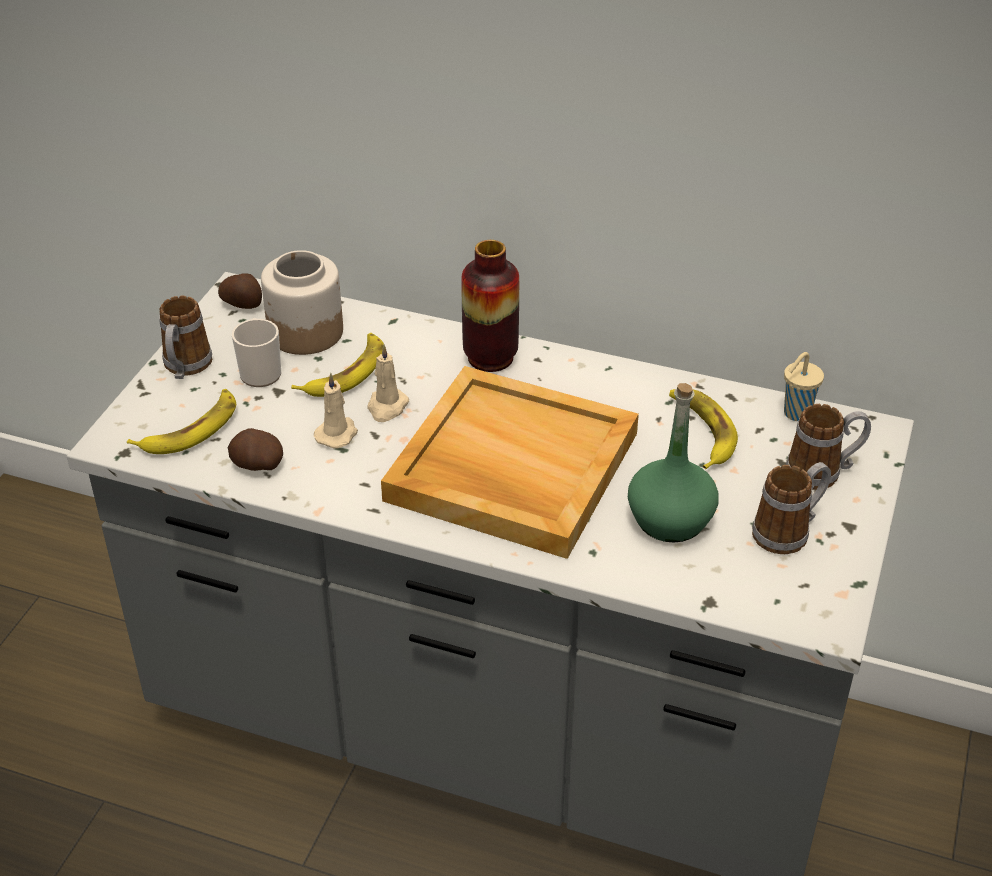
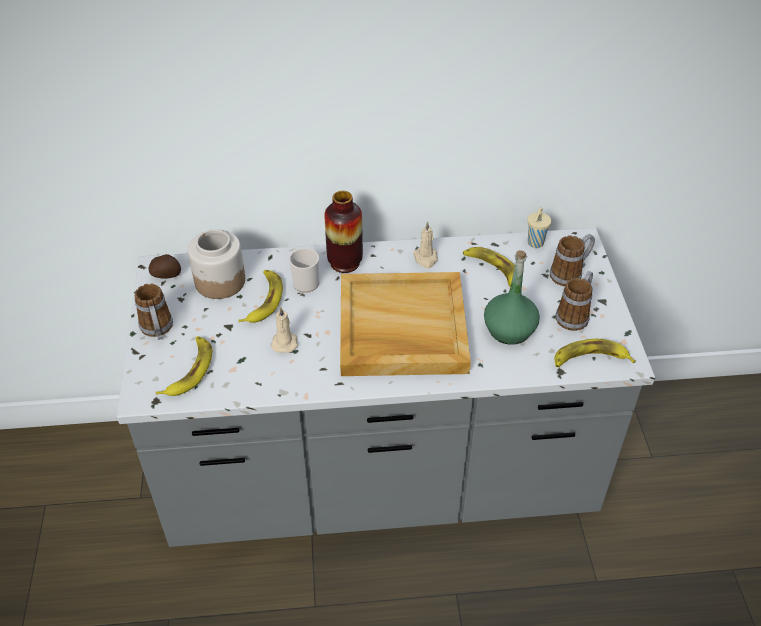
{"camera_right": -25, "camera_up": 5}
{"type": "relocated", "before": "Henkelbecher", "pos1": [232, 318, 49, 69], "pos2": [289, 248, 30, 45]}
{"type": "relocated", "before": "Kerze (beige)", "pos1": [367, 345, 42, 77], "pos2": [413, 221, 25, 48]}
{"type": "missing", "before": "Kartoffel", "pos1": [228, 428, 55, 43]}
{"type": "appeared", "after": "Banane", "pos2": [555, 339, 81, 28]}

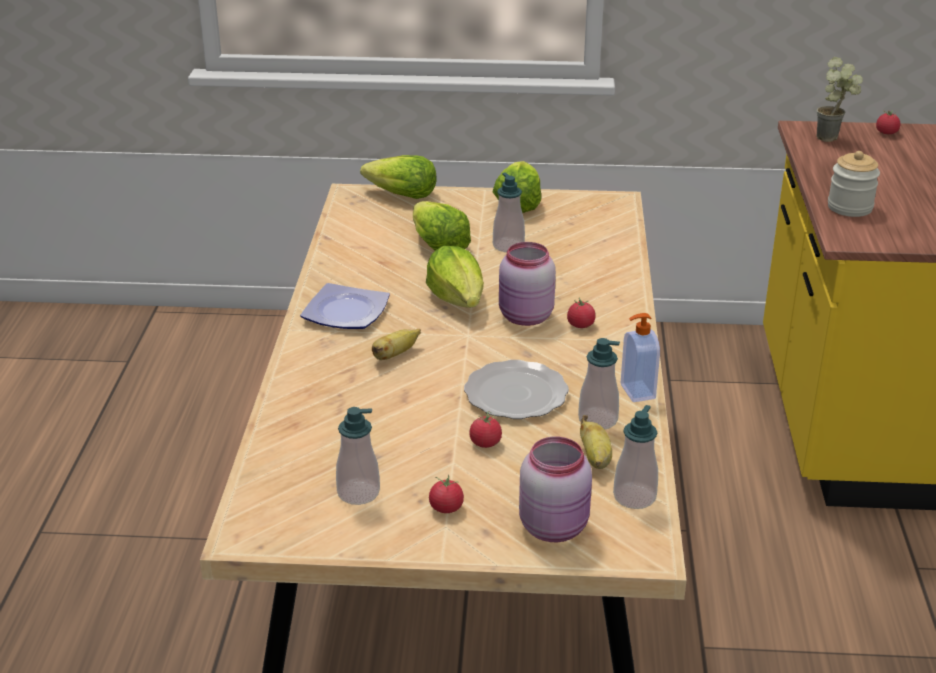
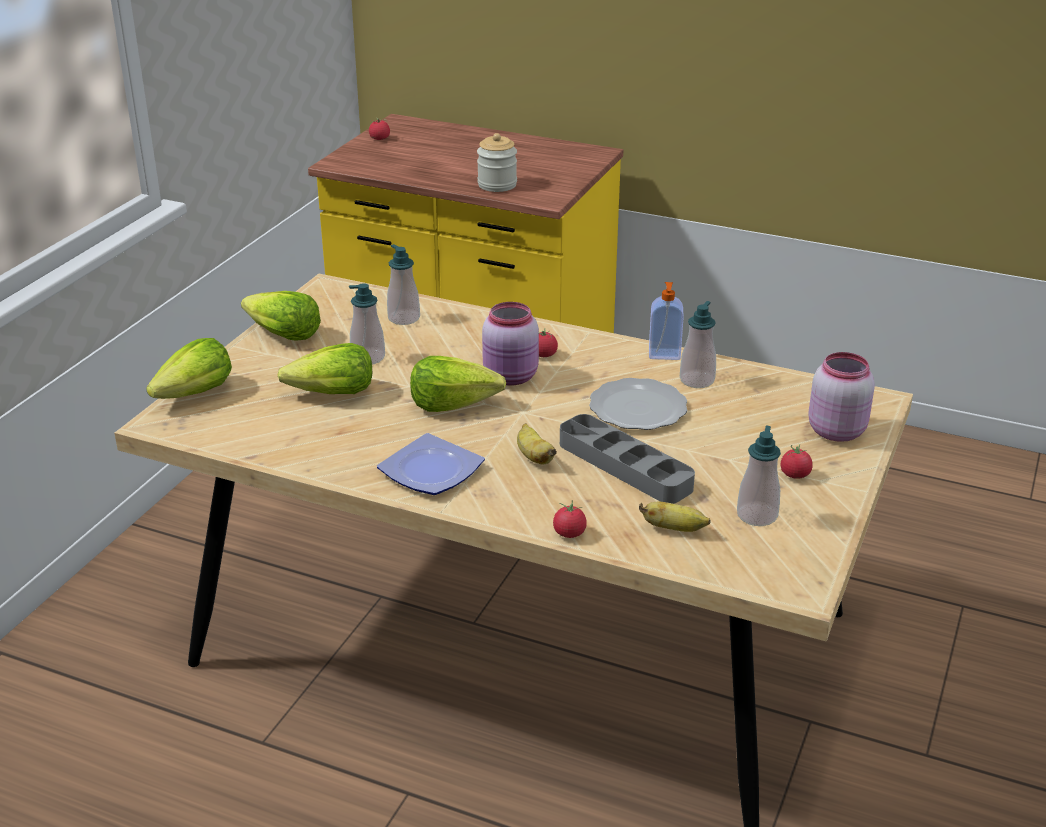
{"camera_right": -70, "camera_up": 0}
{"type": "missing", "before": "Topfpflanze", "pos1": [817, 57, 46, 85]}
{"type": "relocated", "before": "Seifenspender", "pos1": [613, 405, 45, 104], "pos2": [387, 244, 33, 81]}
{"type": "relocated", "before": "Tomate", "pos1": [469, 411, 33, 37], "pos2": [553, 501, 34, 37]}
{"type": "relocated", "before": "Banane", "pos1": [580, 415, 32, 54], "pos2": [639, 502, 72, 30]}
{"type": "appeared", "after": "Tablett (grau)", "pos2": [560, 414, 135, 90]}

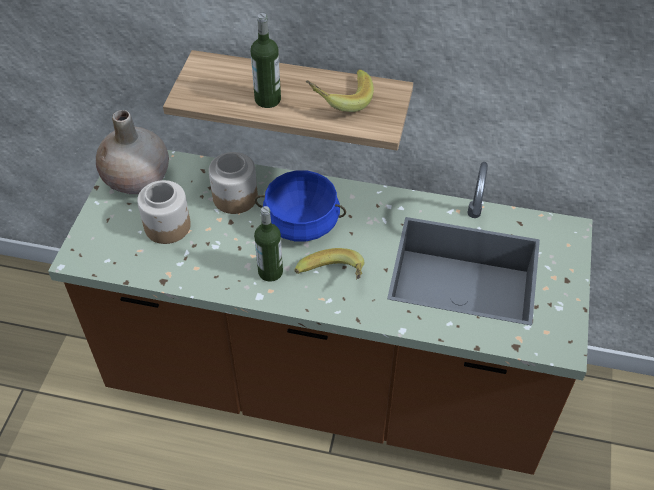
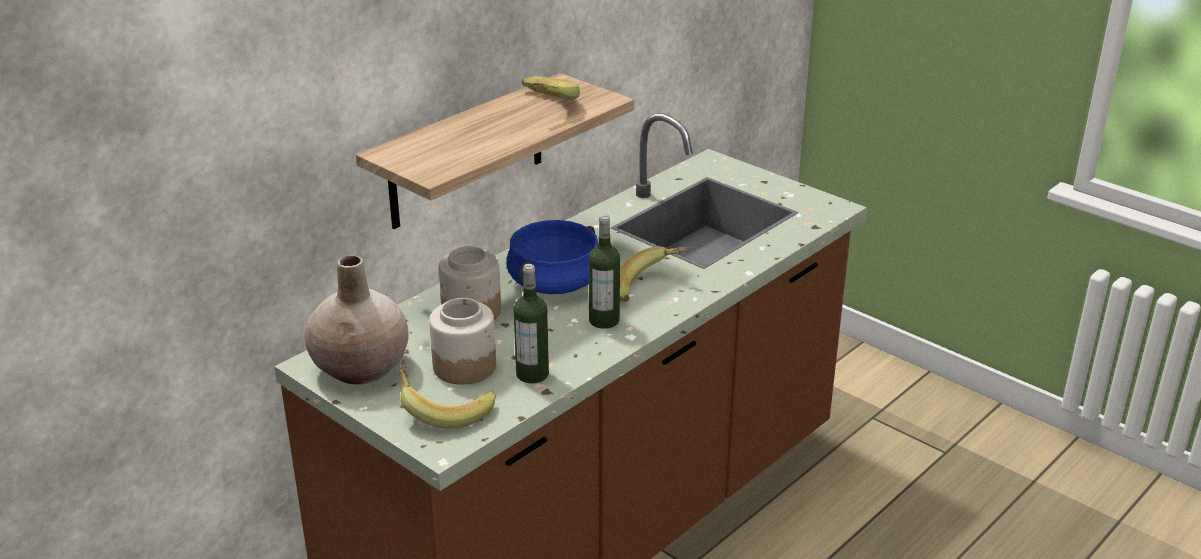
{"camera_right": -60, "camera_up": -20}
{"type": "relocated", "before": "Flasche", "pos1": [251, 13, 30, 95], "pos2": [513, 264, 36, 119]}
{"type": "appeared", "after": "Banane", "pos2": [399, 360, 97, 69]}

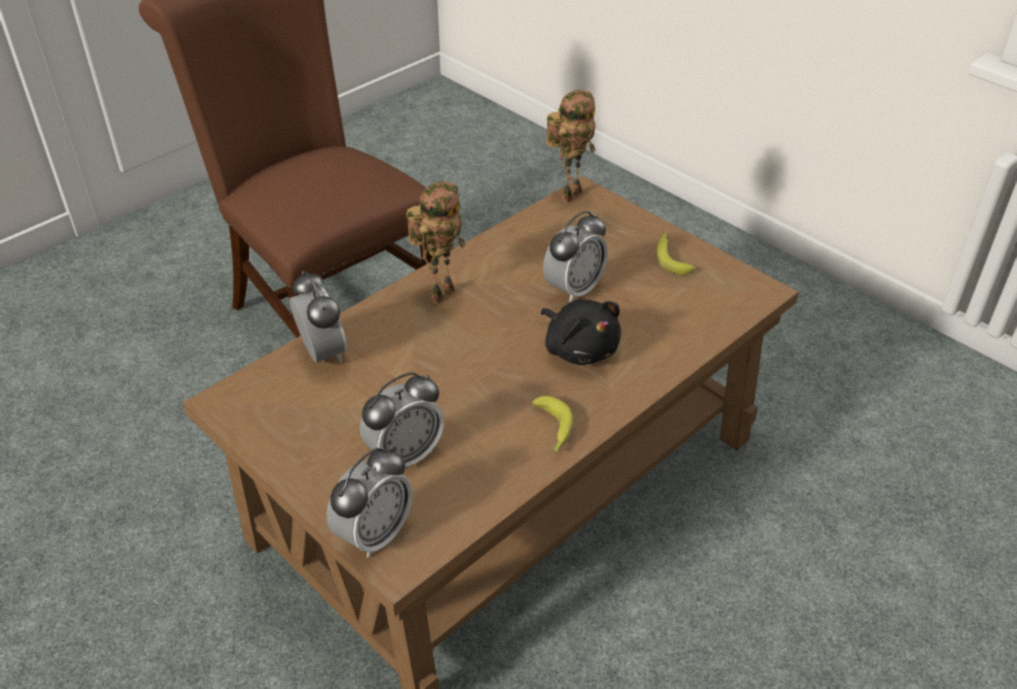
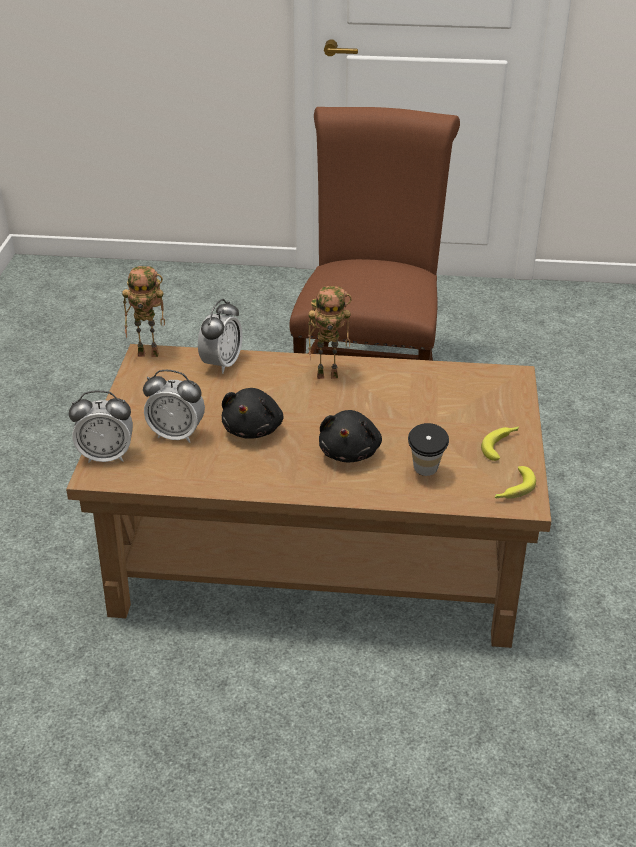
{"camera_right": 50, "camera_up": -5}
{"type": "relocated", "before": "Spielzeugroboter", "pos1": [546, 90, 49, 113], "pos2": [122, 266, 43, 91]}
{"type": "missing", "before": "Wecker", "pos1": [543, 211, 65, 92]}
{"type": "relocated", "before": "Banane", "pos1": [532, 396, 41, 56], "pos2": [495, 466, 41, 33]}
{"type": "appeared", "after": "Plüschtier (schwarz)", "pos2": [222, 388, 61, 51]}
{"type": "appeared", "after": "Tasse", "pos2": [408, 423, 41, 53]}

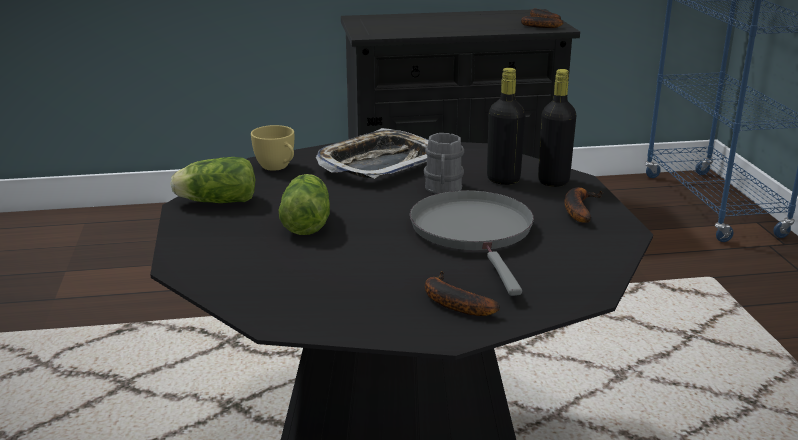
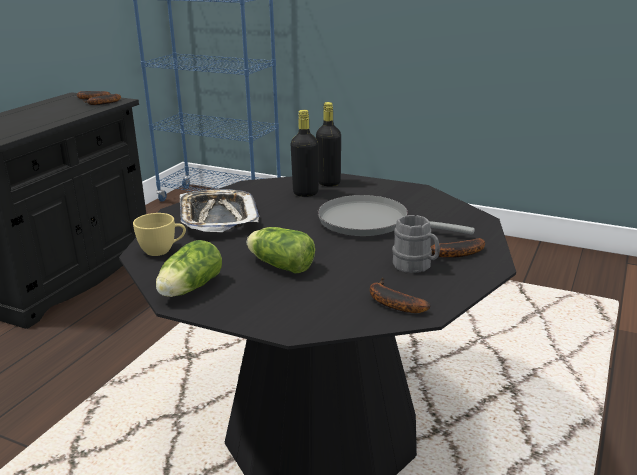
{"camera_right": -55, "camera_up": 0}
{"type": "relocated", "before": "Henkelbecher (grau)", "pos1": [424, 133, 40, 61], "pos2": [392, 215, 48, 58]}
{"type": "relocated", "before": "Banane", "pos1": [565, 187, 38, 36], "pos2": [370, 278, 60, 35]}

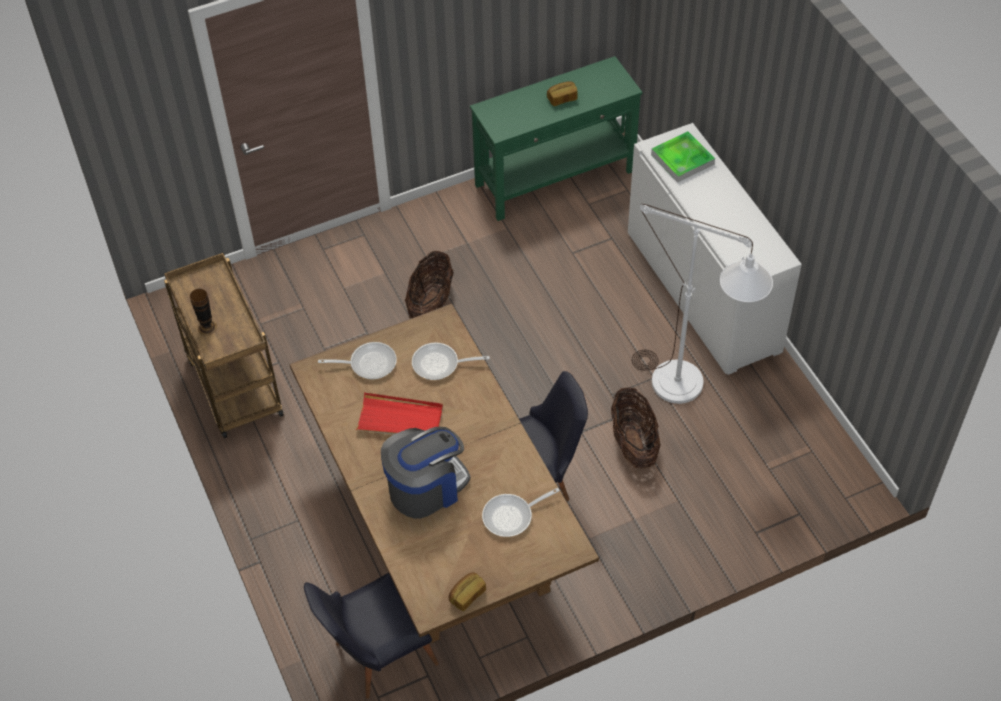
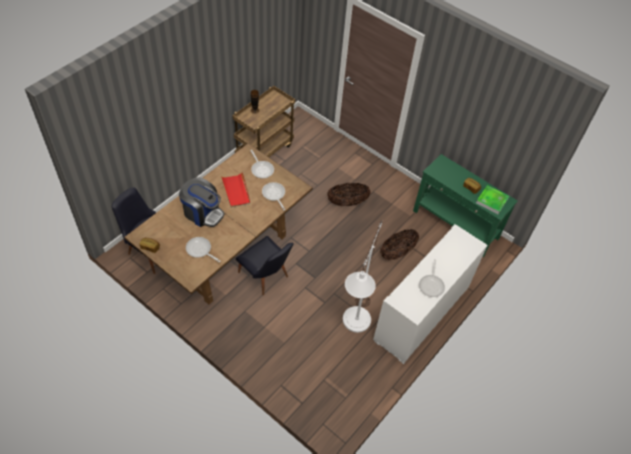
{"camera_right": 60, "camera_up": 0}
{"type": "relocated", "before": "Tablett", "pos1": [651, 131, 64, 52], "pos2": [476, 185, 33, 29]}
{"type": "relocated", "before": "Korb", "pos1": [611, 387, 50, 81], "pos2": [380, 229, 39, 31]}
{"type": "appeared", "after": "Pfanne", "pos2": [419, 259, 26, 38]}

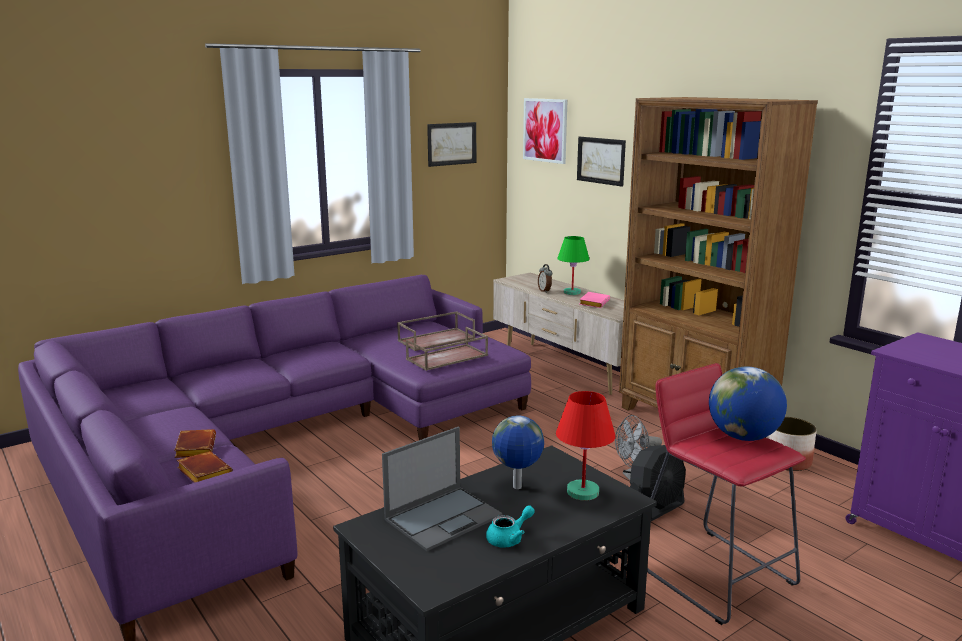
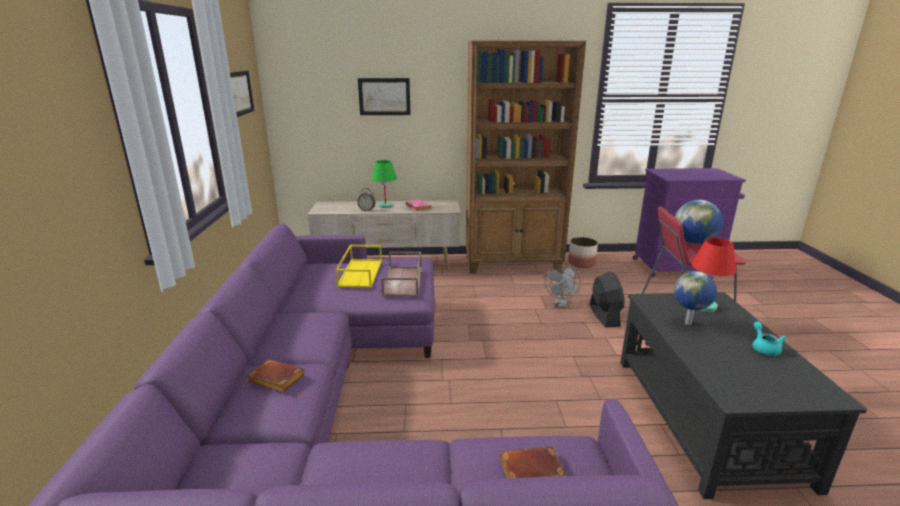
{"camera_right": -55, "camera_up": 5}
{"type": "missing", "before": "Bild", "pos1": [523, 98, 44, 66]}
{"type": "colour", "before": "Tablett (braun)", "after": "Tablett (gelb)", "pos1": [397, 311, 78, 40], "pos2": [335, 245, 47, 43]}
{"type": "missing", "before": "Laptop", "pos1": [382, 427, 121, 124]}
{"type": "relocated", "before": "Buch (braun)", "pos1": [174, 429, 42, 29], "pos2": [247, 360, 58, 32]}

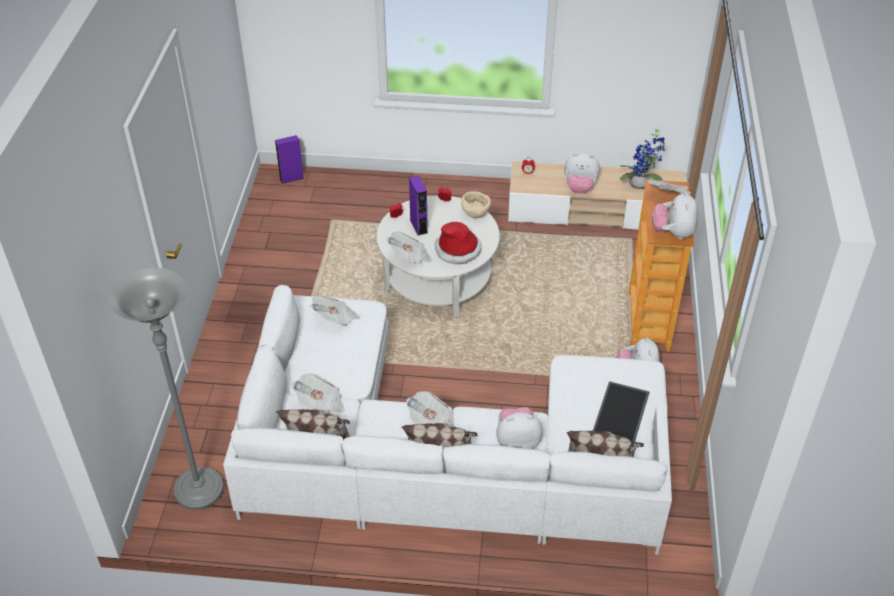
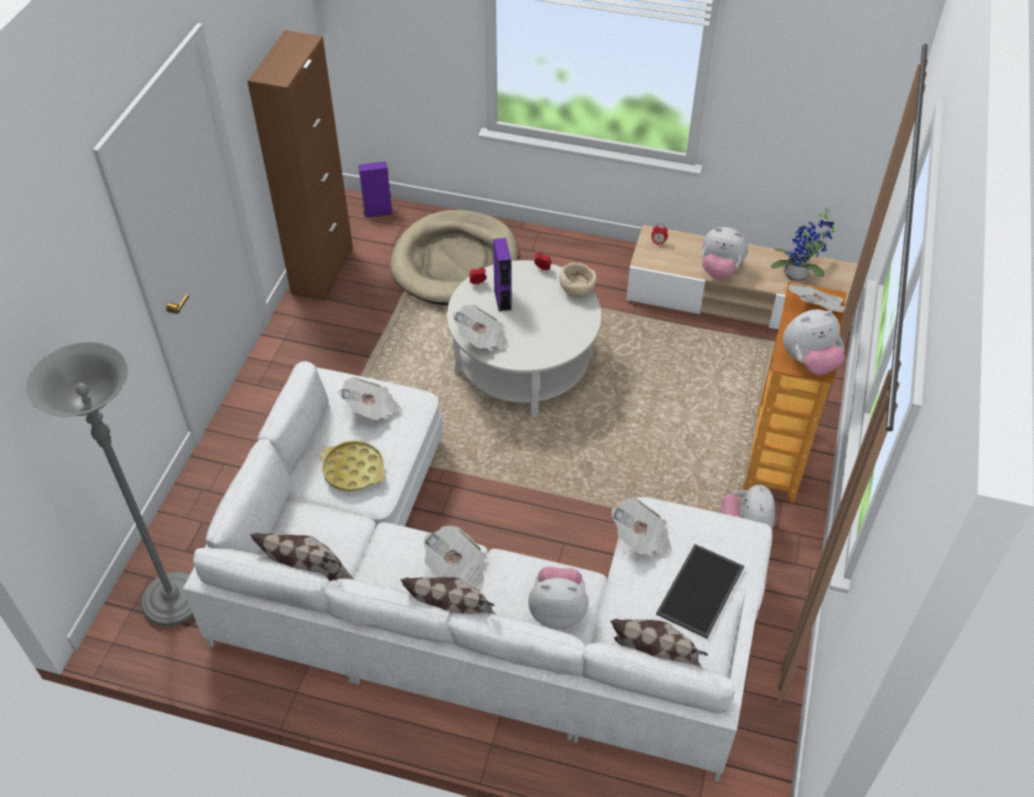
{"camera_right": 10, "camera_up": 5}
{"type": "spun", "before": "Plüschtier", "pos1": [652, 192, 46, 47], "pos2": [783, 310, 62, 65], "turn": -120}
{"type": "missing", "before": "Hut", "pos1": [435, 222, 46, 42]}
{"type": "relocated", "before": "Zeitung", "pos1": [292, 373, 53, 40], "pos2": [612, 498, 60, 58]}
{"type": "appeared", "after": "Schrank (braun)", "pos2": [247, 30, 106, 271]}
{"type": "appeared", "after": "Hundebett (beige)", "pos2": [391, 210, 126, 96]}
{"type": "appeared", "after": "Tablett (gelb)", "pos2": [321, 440, 64, 52]}

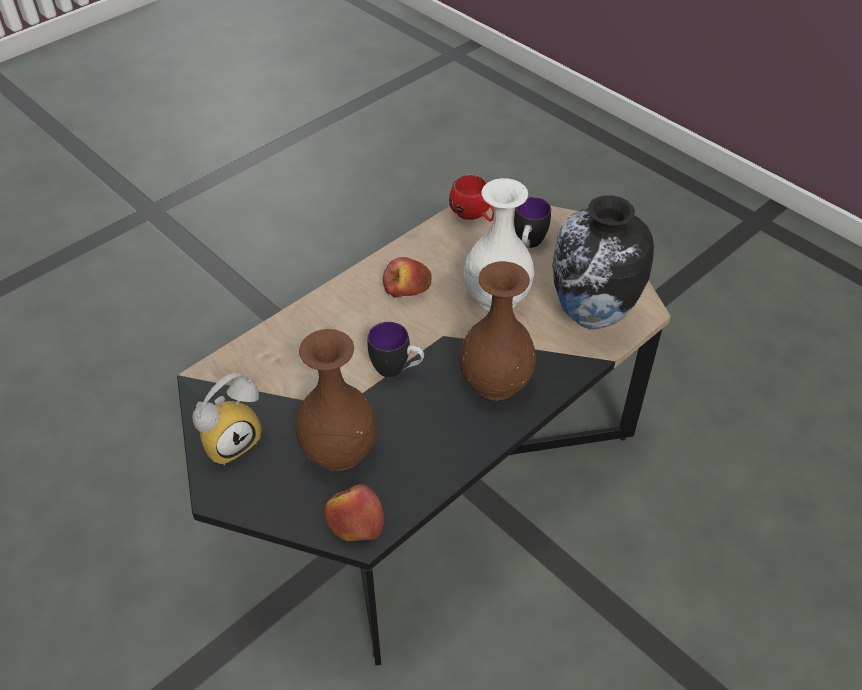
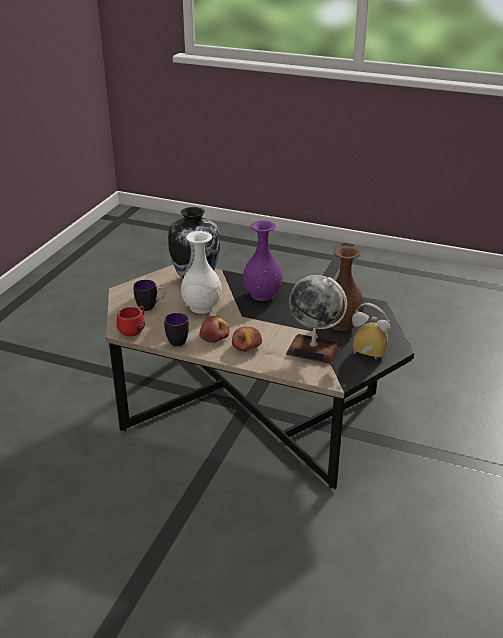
{"camera_right": -115, "camera_up": -15}
{"type": "colour", "before": "Vase (braun)", "after": "Vase (lila)", "pos1": [460, 261, 76, 139], "pos2": [243, 220, 40, 81]}
{"type": "relocated", "before": "Henkelbecher", "pos1": [368, 322, 56, 56], "pos2": [164, 313, 25, 34]}
{"type": "relocated", "before": "Apfel", "pos1": [324, 484, 60, 57], "pos2": [232, 327, 30, 25]}
{"type": "appeared", "after": "Globus", "pos2": [286, 275, 61, 89]}

